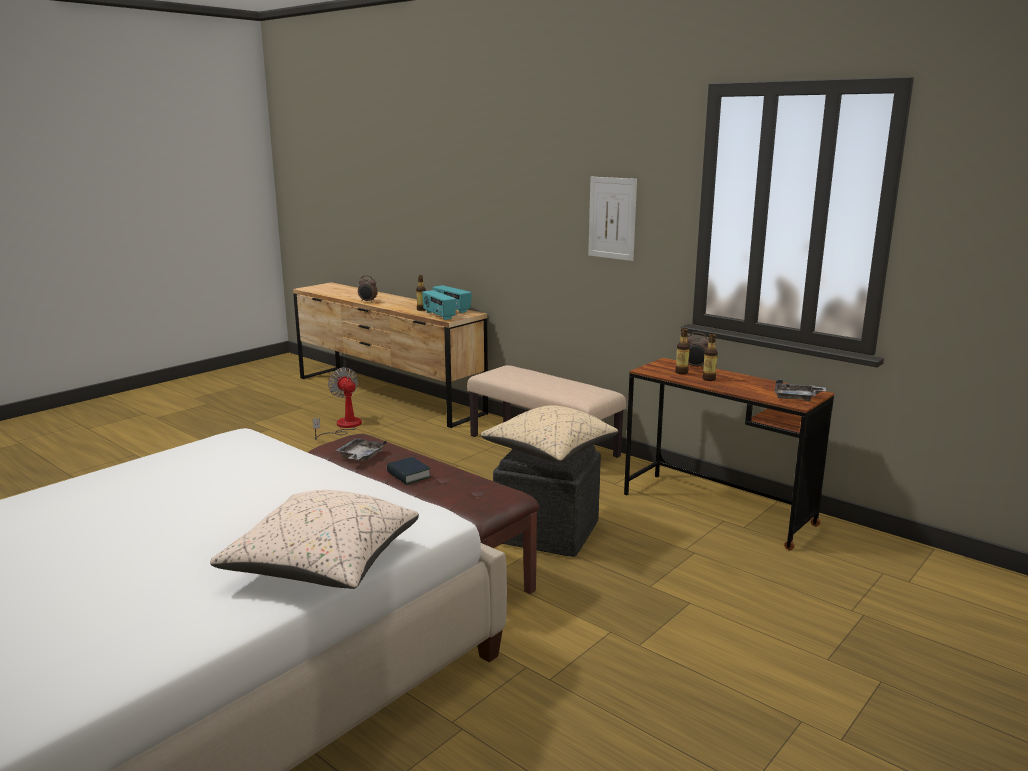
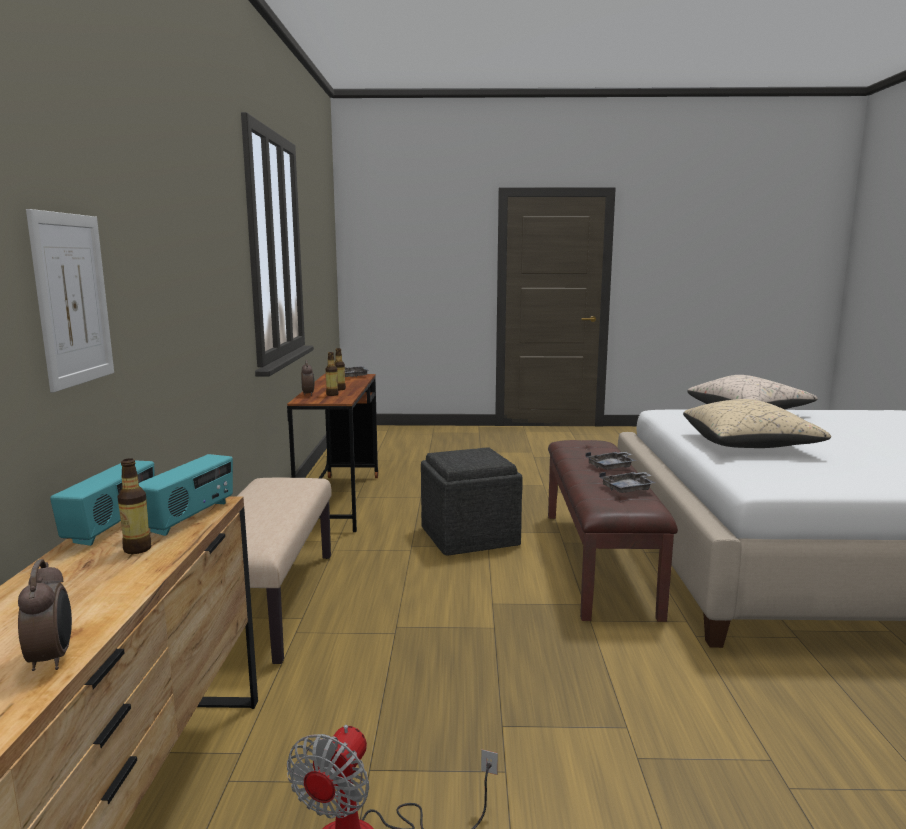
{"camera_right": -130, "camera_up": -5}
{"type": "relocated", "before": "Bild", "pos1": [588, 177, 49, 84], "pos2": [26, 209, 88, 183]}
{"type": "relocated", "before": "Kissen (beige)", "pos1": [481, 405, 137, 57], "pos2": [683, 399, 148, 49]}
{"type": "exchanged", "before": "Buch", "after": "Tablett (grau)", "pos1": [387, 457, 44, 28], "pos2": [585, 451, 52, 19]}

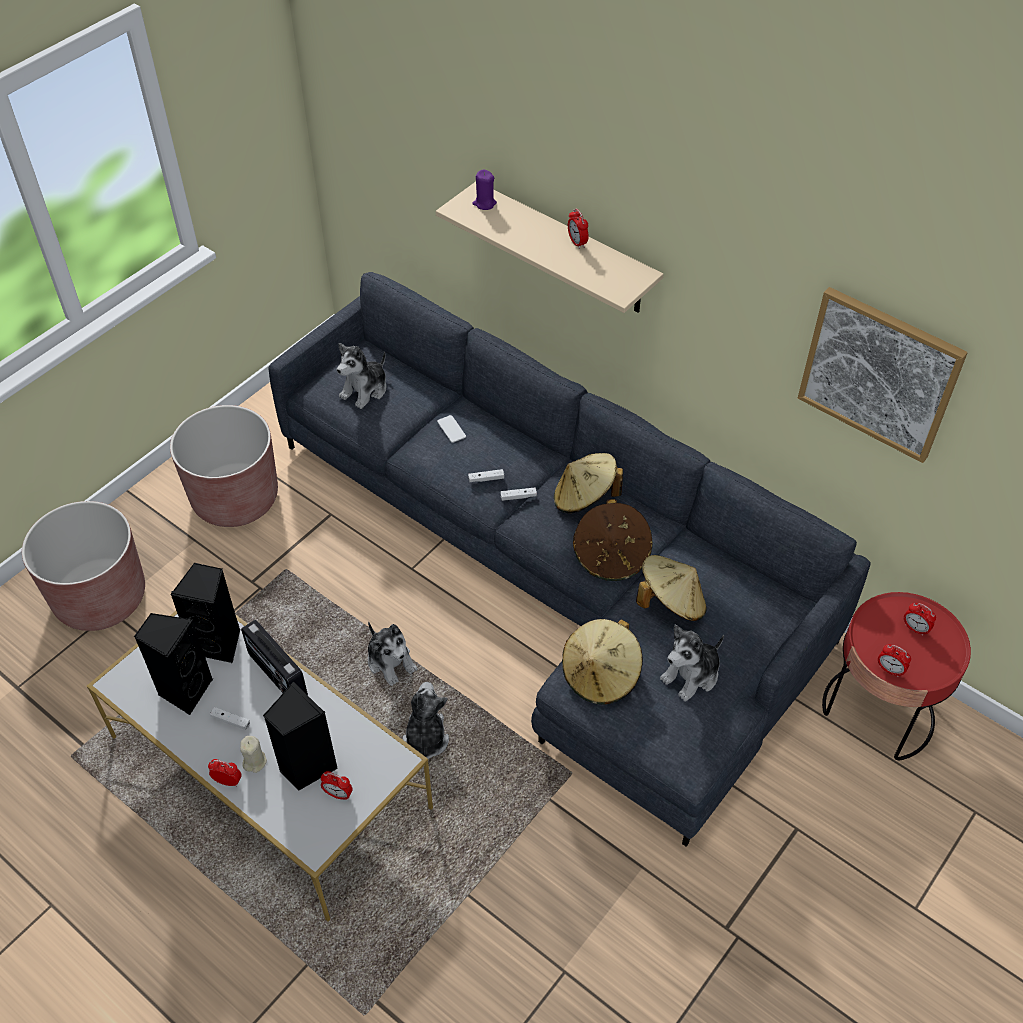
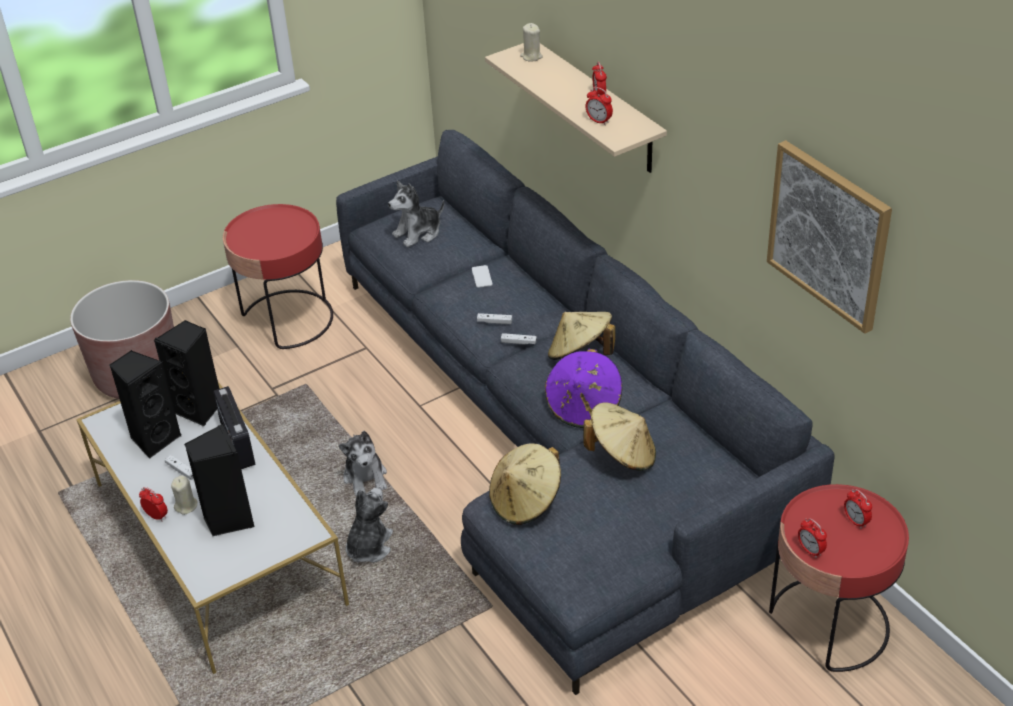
{"camera_right": 20, "camera_up": -10}
{"type": "colour", "before": "Kerze (lila)", "after": "Kerze (beige)", "pos1": [472, 169, 25, 41], "pos2": [520, 23, 23, 39]}
{"type": "exchanged", "before": "Pflanzkübel (braun)", "after": "Beistelltisch (rot)", "pos1": [170, 405, 108, 122], "pos2": [223, 204, 110, 145]}
{"type": "colour", "before": "Hut (braun)", "after": "Hut (lila)", "pos1": [573, 499, 79, 82], "pos2": [545, 349, 77, 79]}
{"type": "missing", "before": "Plüschtier", "pos1": [660, 625, 64, 76]}
{"type": "relocated", "before": "Wecker", "pos1": [321, 771, 32, 29], "pos2": [585, 87, 28, 38]}

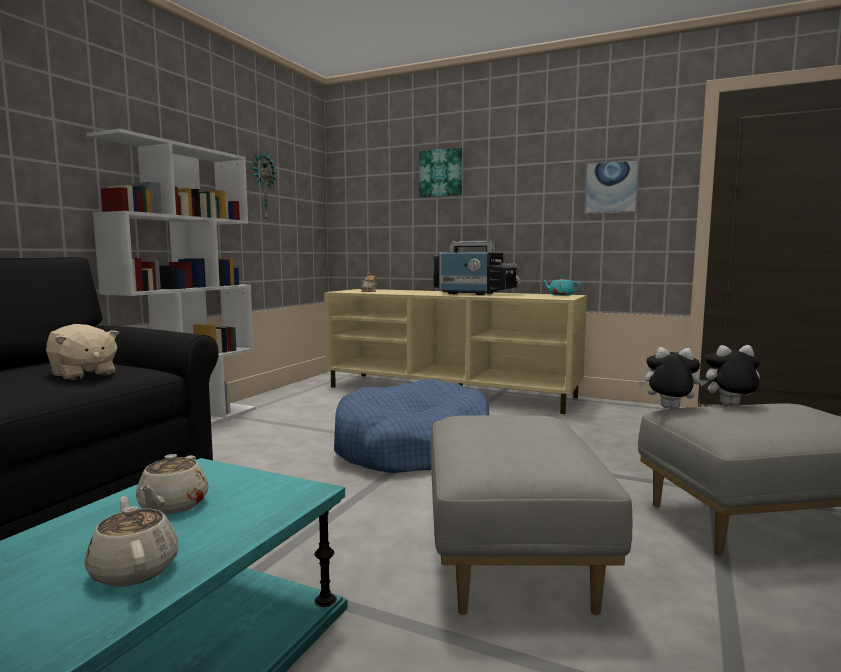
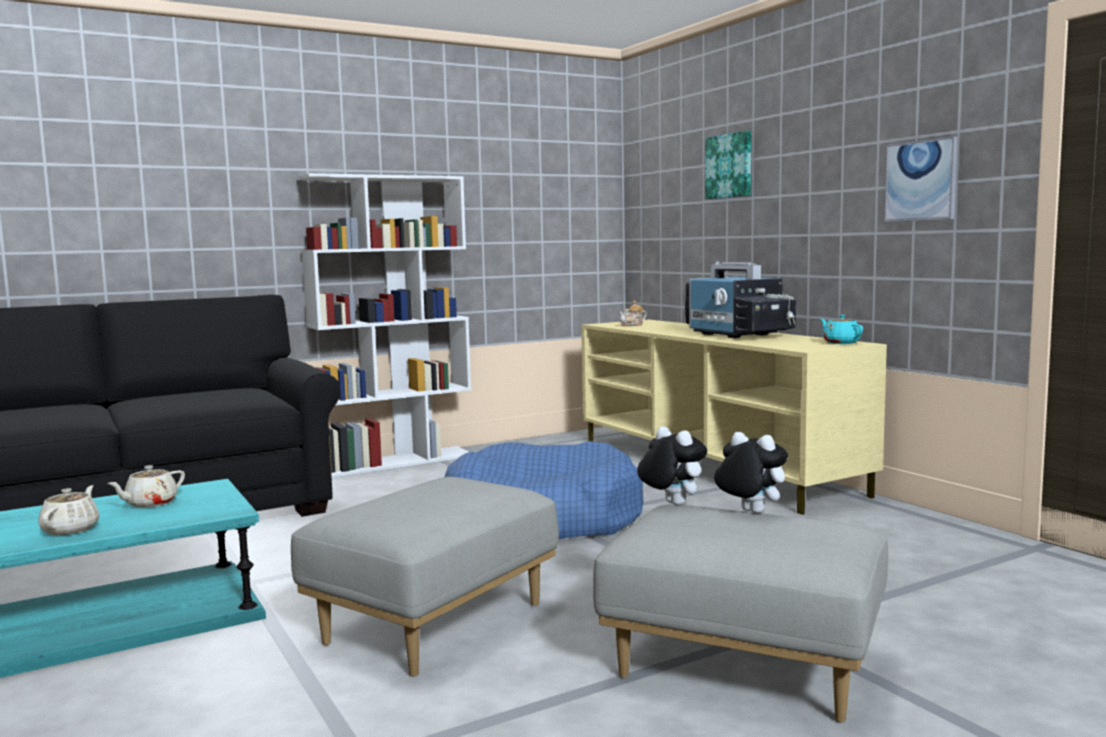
{"camera_right": 35, "camera_up": 0}
{"type": "missing", "before": "Wanduhr", "pos1": [252, 152, 25, 69]}
{"type": "missing", "before": "Plüschtier (beige)", "pos1": [46, 324, 73, 56]}

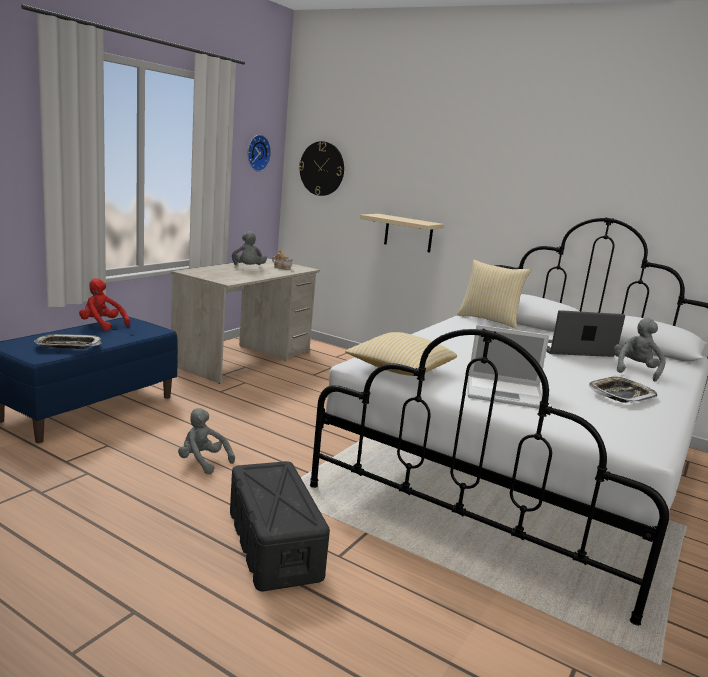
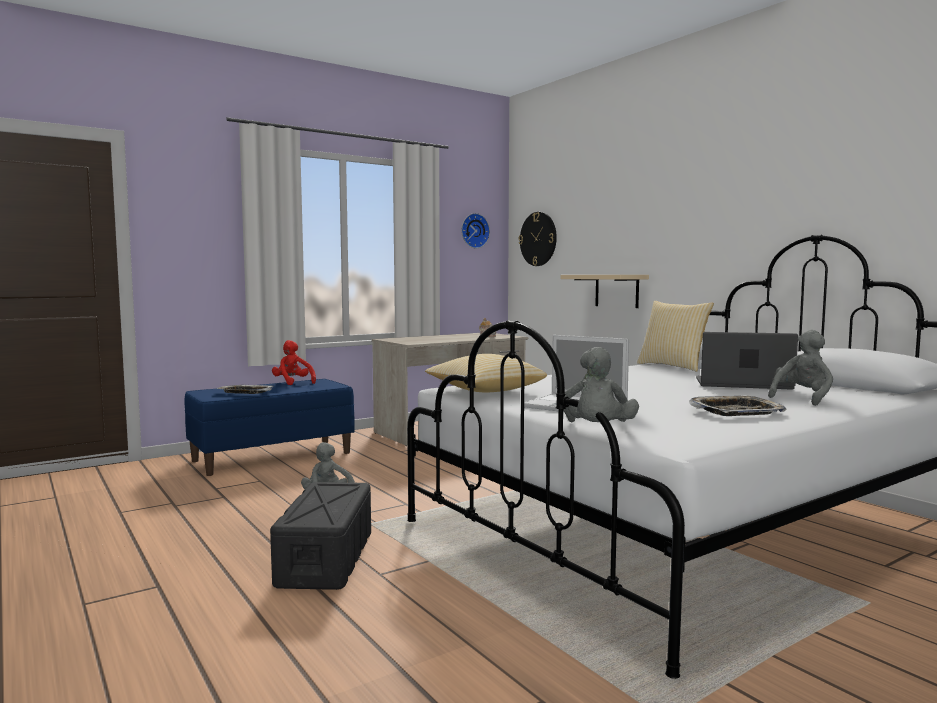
{"camera_right": 25, "camera_up": -10}
{"type": "relocated", "before": "Plüschtier (grau)", "pos1": [232, 231, 35, 34], "pos2": [563, 347, 76, 75]}

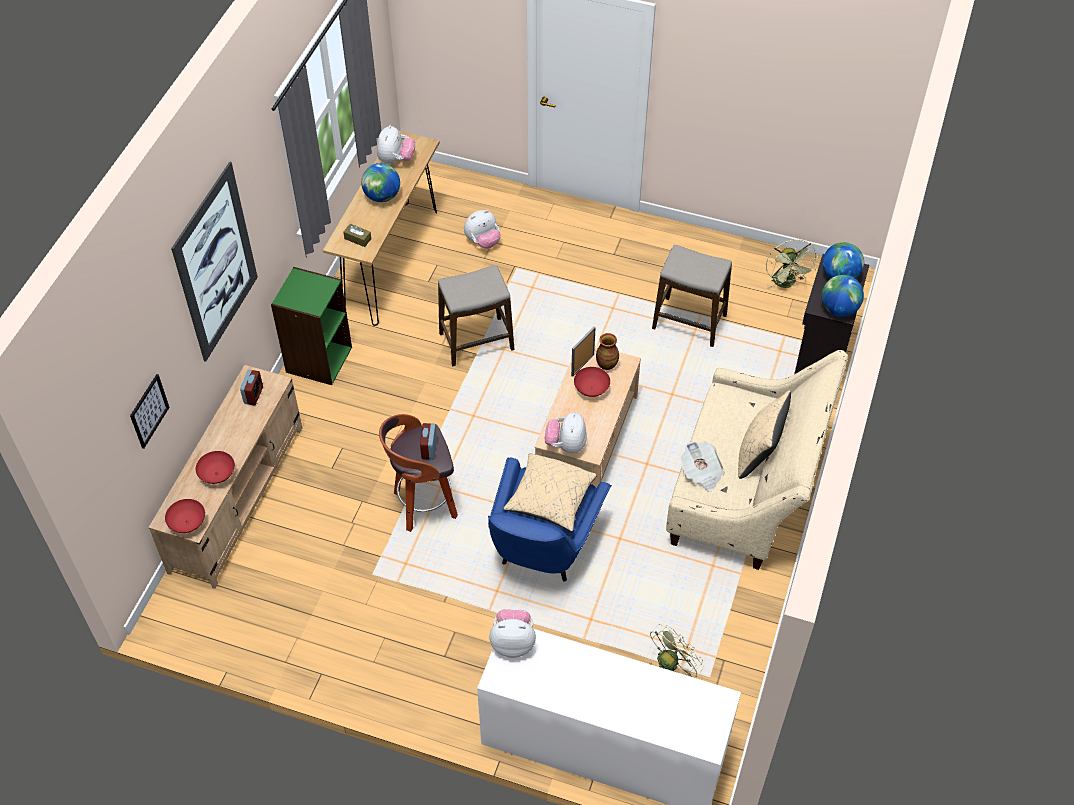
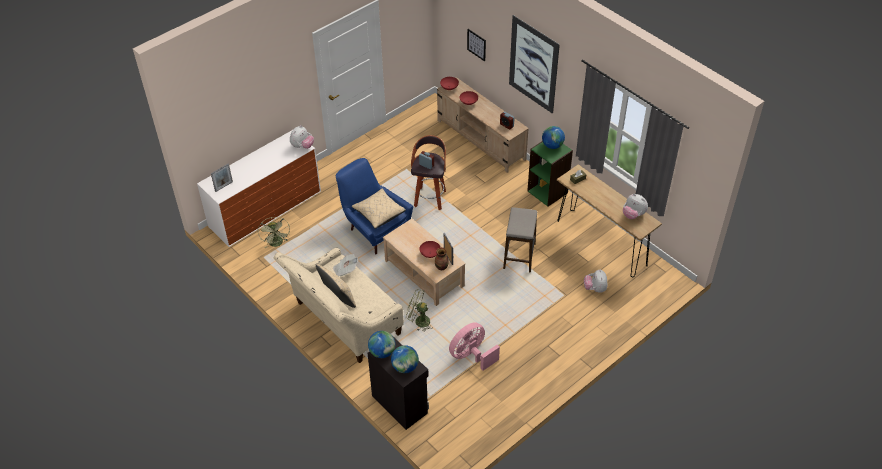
{"camera_right": 120, "camera_up": -5}
{"type": "relocated", "before": "Globus", "pos1": [361, 163, 39, 39], "pos2": [542, 126, 23, 23]}
{"type": "relocated", "before": "Ventilator (grün)", "pos1": [766, 239, 52, 50], "pos2": [406, 289, 27, 43]}
{"type": "exchanged", "before": "Hocker", "after": "Ventilator (rosa)", "pos1": [652, 245, 80, 102], "pos2": [449, 322, 51, 49]}
{"type": "missing", "before": "Plüschtier", "pos1": [545, 412, 42, 41]}
{"type": "appeared", "after": "Bilderrahmen", "pos2": [211, 164, 22, 28]}

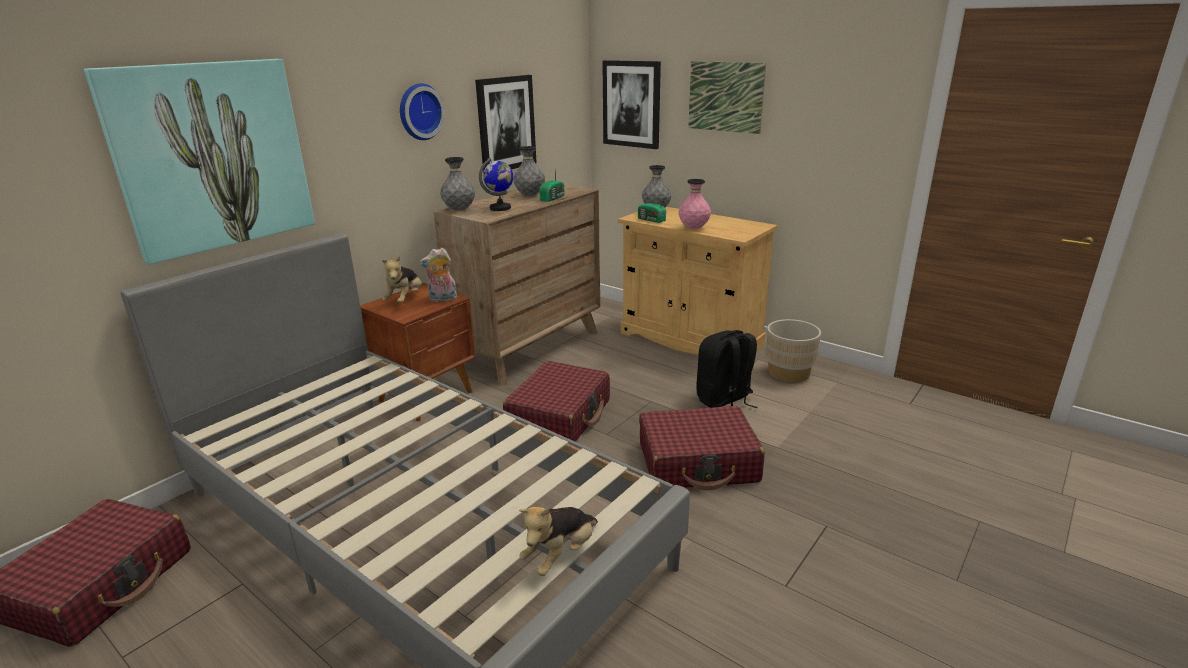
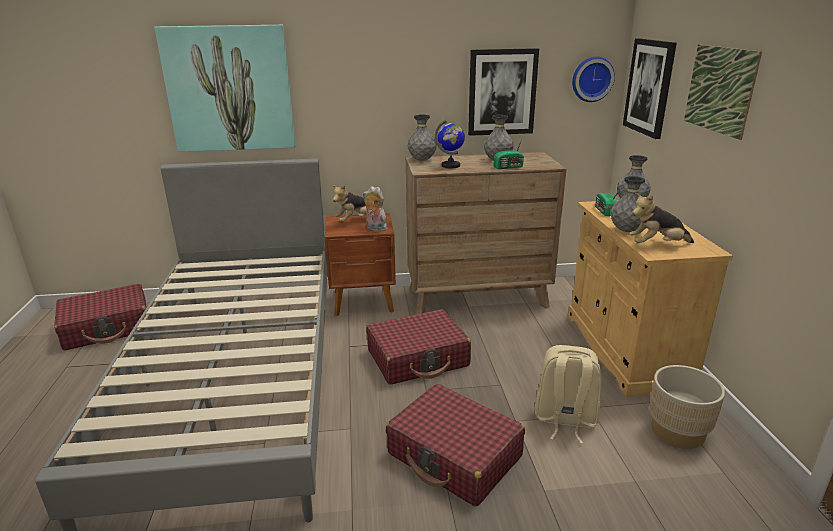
{"camera_right": 45, "camera_up": 0}
{"type": "relocated", "before": "Wanduhr", "pos1": [400, 83, 45, 57], "pos2": [572, 57, 43, 45]}
{"type": "colour", "before": "Vase (rosa)", "after": "Vase (grau)", "pos1": [679, 179, 32, 50], "pos2": [610, 176, 35, 56]}
{"type": "colour", "before": "Rucksack (schwarz)", "after": "Rucksack (beige)", "pos1": [696, 330, 62, 78], "pos2": [535, 345, 67, 99]}
{"type": "relocated", "before": "Plüschtier", "pos1": [519, 507, 79, 69], "pos2": [629, 193, 65, 50]}

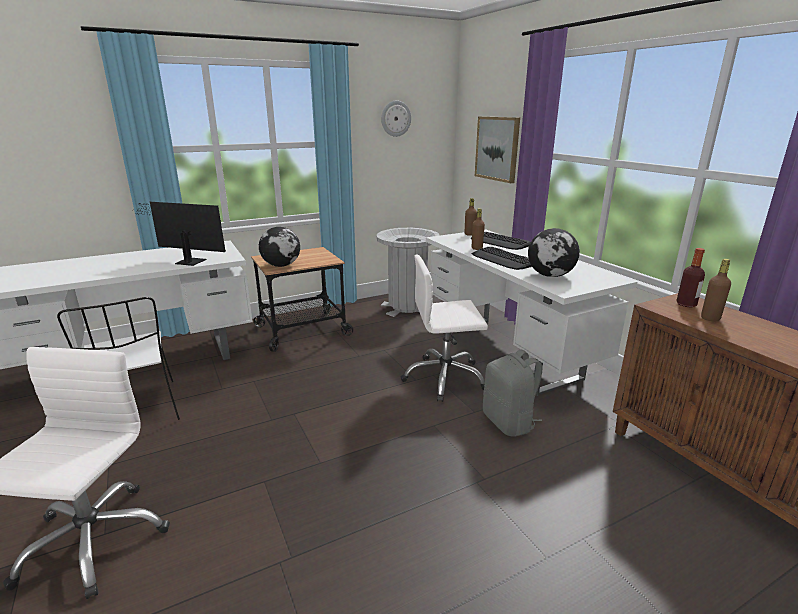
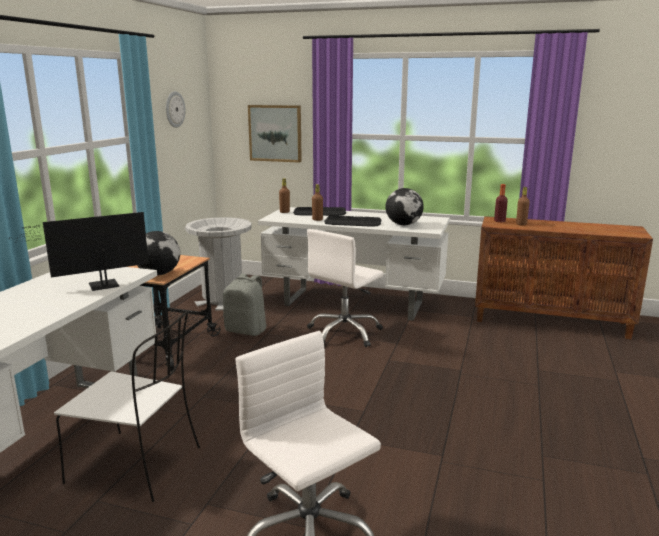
{"camera_right": -45, "camera_up": -5}
{"type": "relocated", "before": "Rucksack (grau)", "pos1": [483, 350, 59, 87], "pos2": [223, 274, 43, 62]}

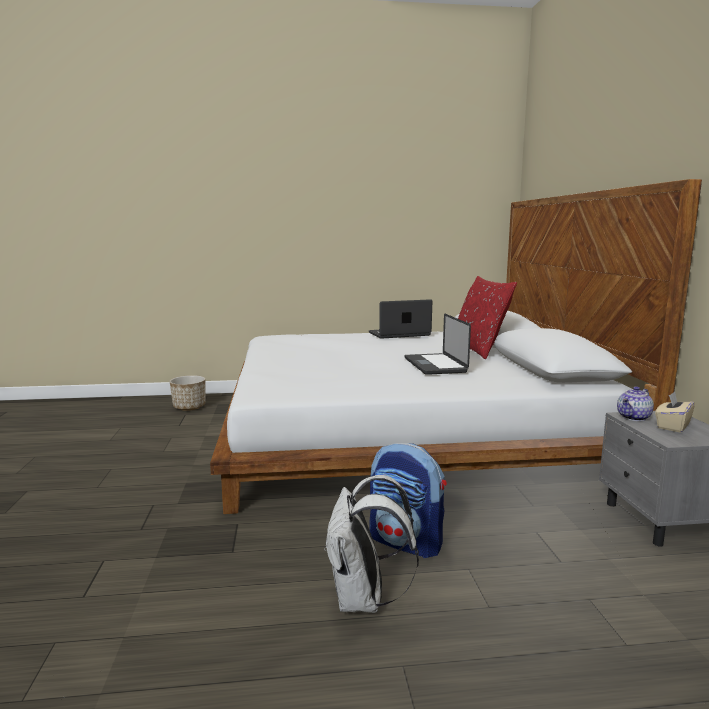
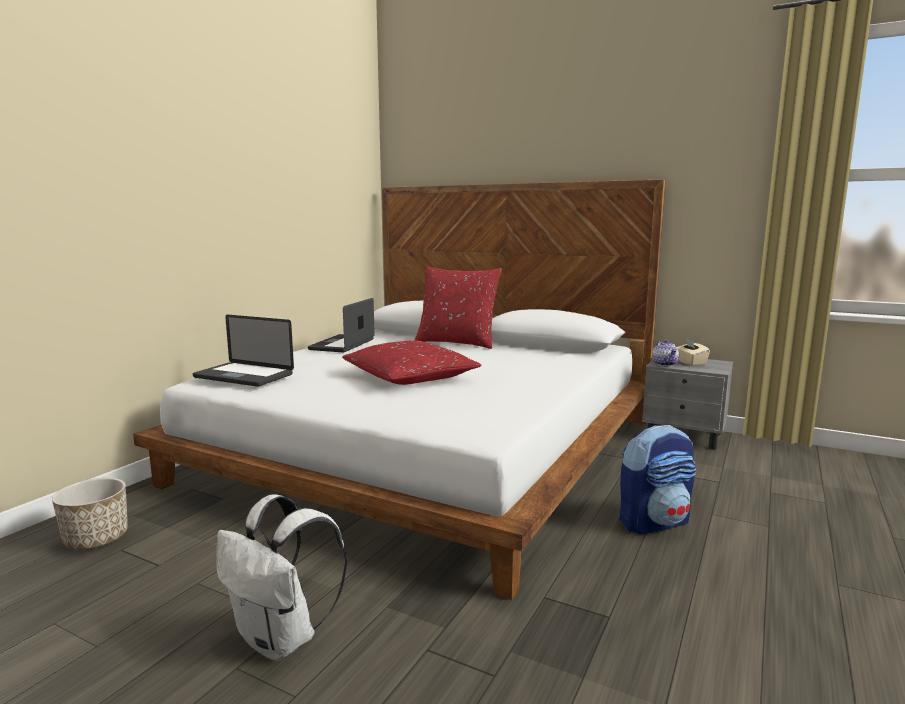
{"camera_right": -55, "camera_up": 0}
{"type": "relocated", "before": "Laptop", "pos1": [405, 314, 66, 61], "pos2": [193, 315, 101, 72]}
{"type": "relocated", "before": "Rucksack (weiß)", "pos1": [324, 475, 95, 138], "pos2": [216, 495, 131, 166]}
{"type": "appeared", "after": "Kissen (rot)", "pos2": [342, 340, 140, 45]}

